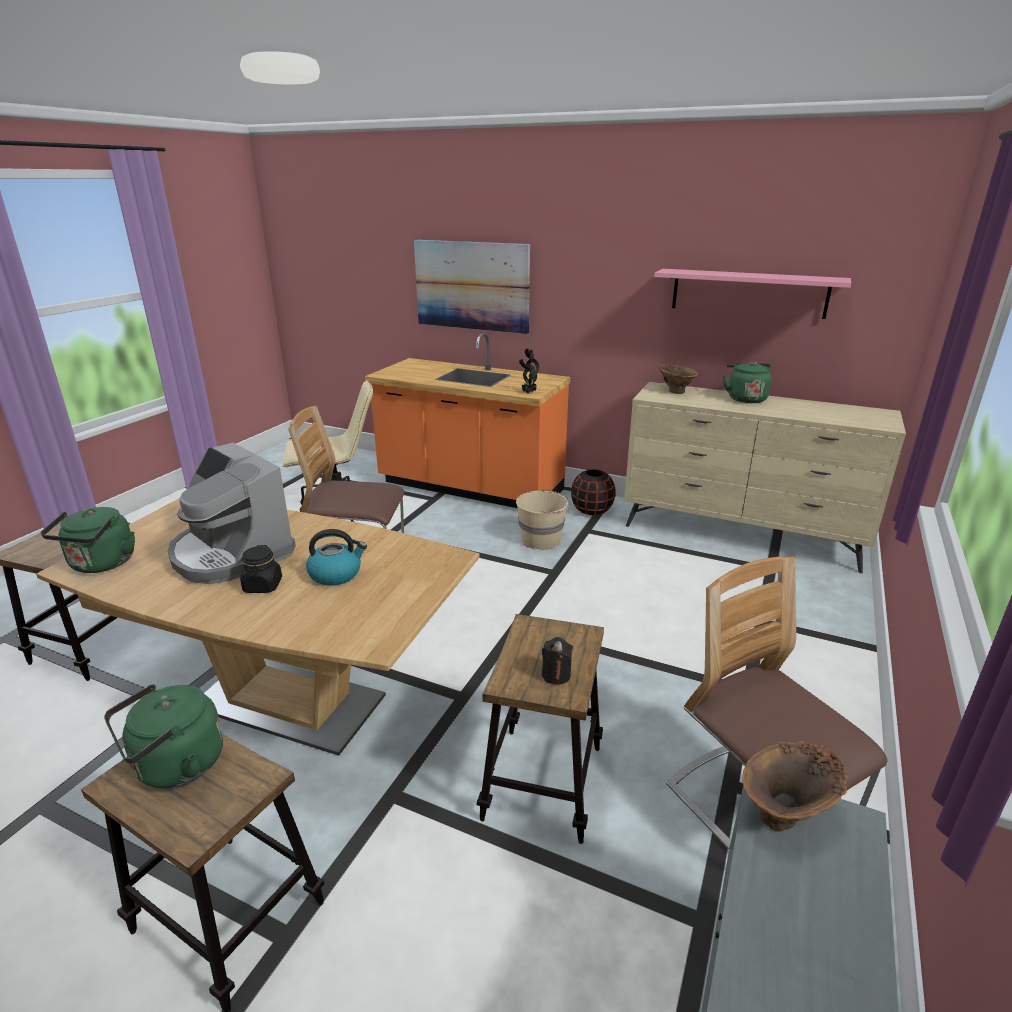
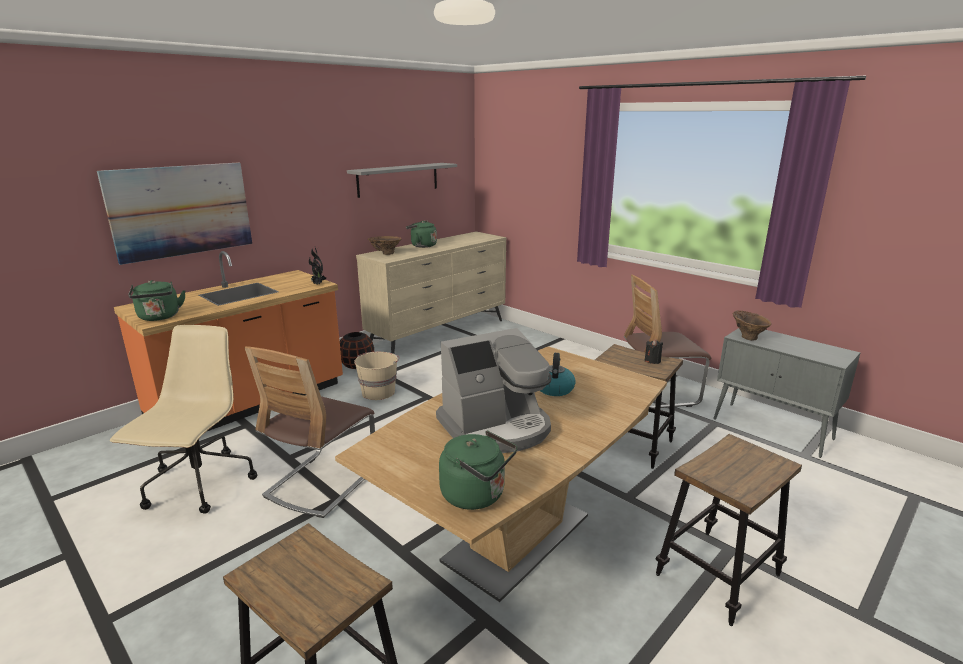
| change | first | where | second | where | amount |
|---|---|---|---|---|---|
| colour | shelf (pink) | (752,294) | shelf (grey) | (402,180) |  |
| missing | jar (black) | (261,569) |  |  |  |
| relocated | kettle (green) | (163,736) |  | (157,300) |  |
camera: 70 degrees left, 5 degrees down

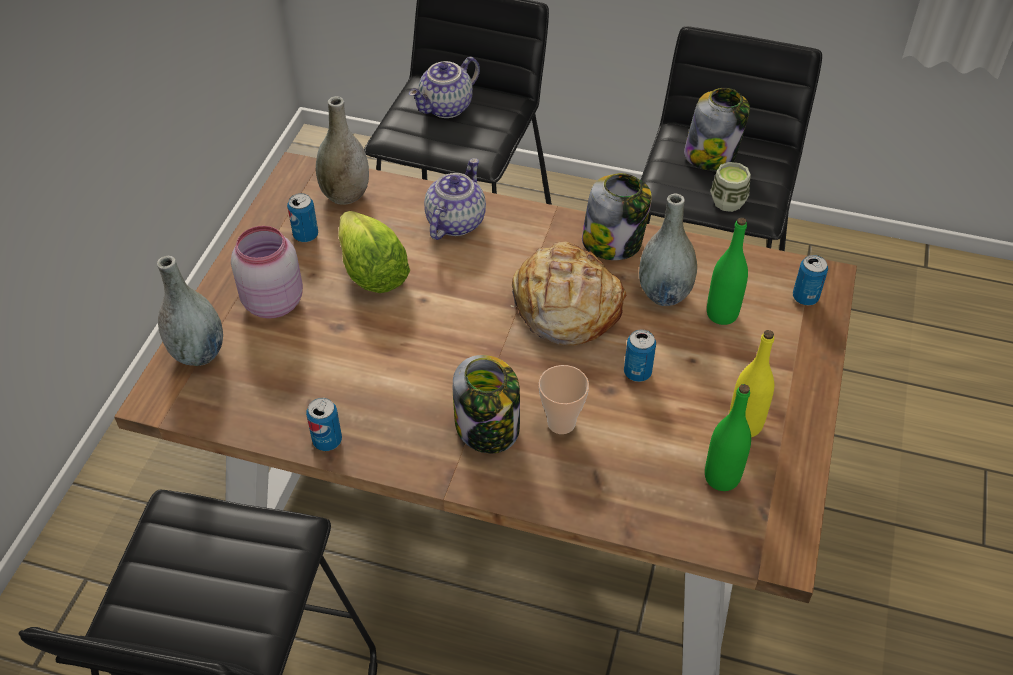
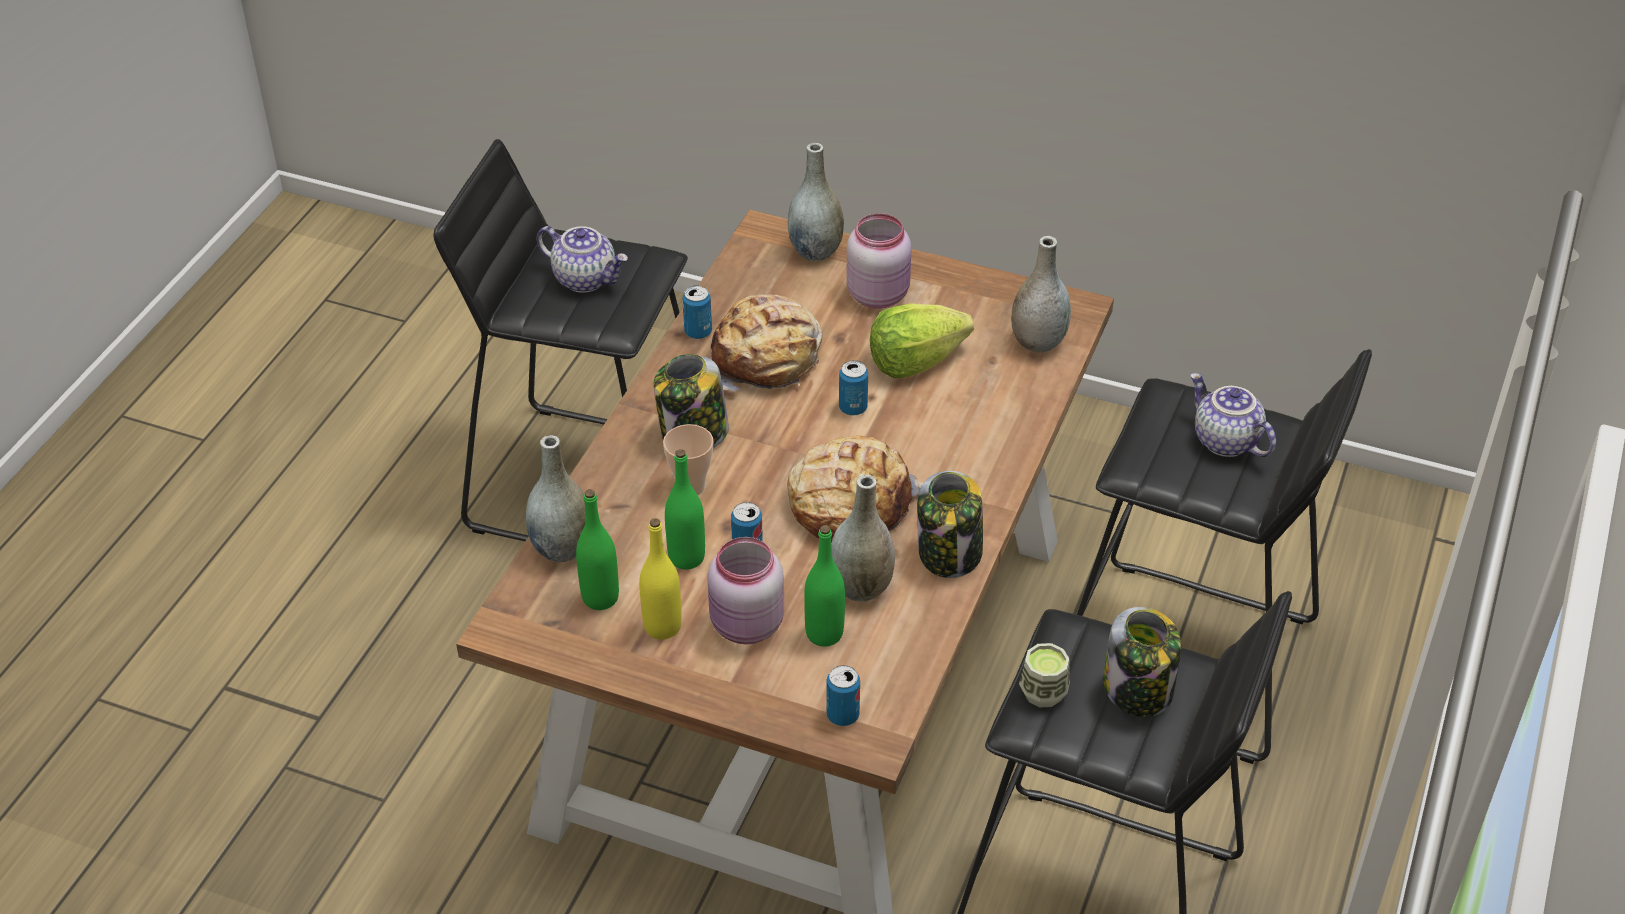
| change | first | where | second | where | amount |
|---|---|---|---|---|---|
| relocated | teapot | (455,199) |  | (582,259) |  |
| relocated | can | (302,217) |  | (853,387) |  |
| appeared |  |  | bread | (767,343) |  |
| appeared |  |  | vase (grey) | (556,499) |  |
| appeared |  |  | bottle (green) | (685,509) |  |
| appeared |  |  | jar (pink) | (745,590) |  |
camera: 95 degrees right, 5 degrees down

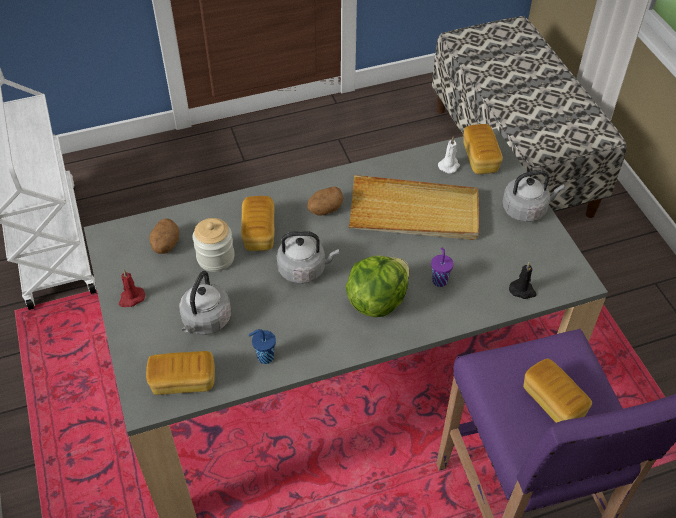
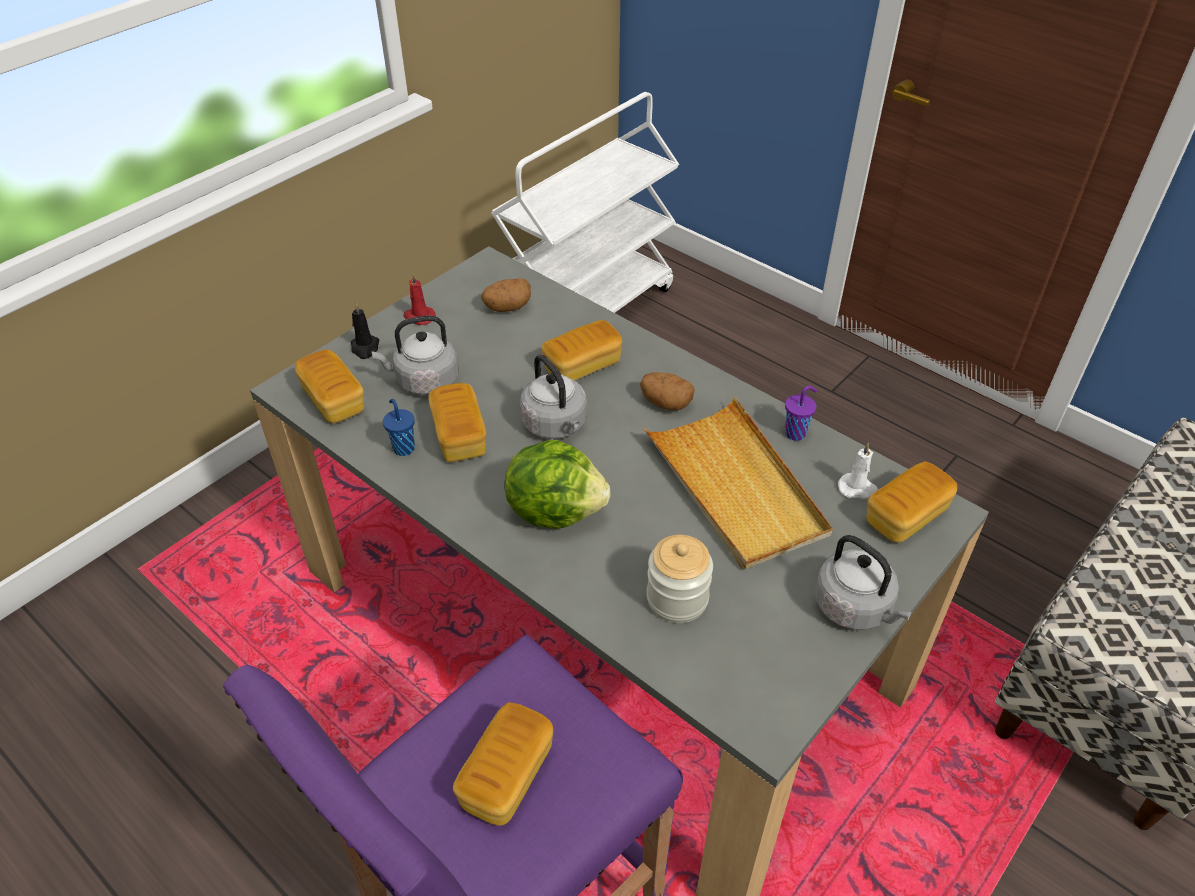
| change | first | where | second | where | amount |
|---|---|---|---|---|---|
| relocated | jar | (214,245) |  | (680,579) |  |
| relocated | cup (purple) | (442,267) |  | (801,413) |  |
| relocated | candle (black) | (522,280) |  | (365,331) |  |
| appeared |  |  | bread | (457,422) |  |
camera: 60 degrees right, 5 degrees down

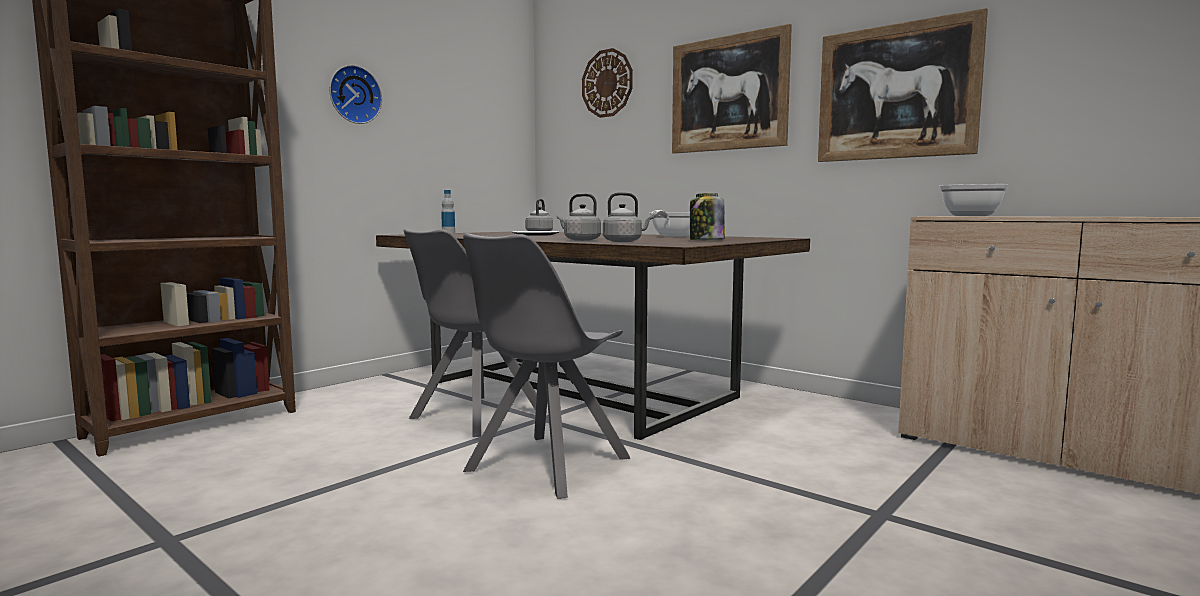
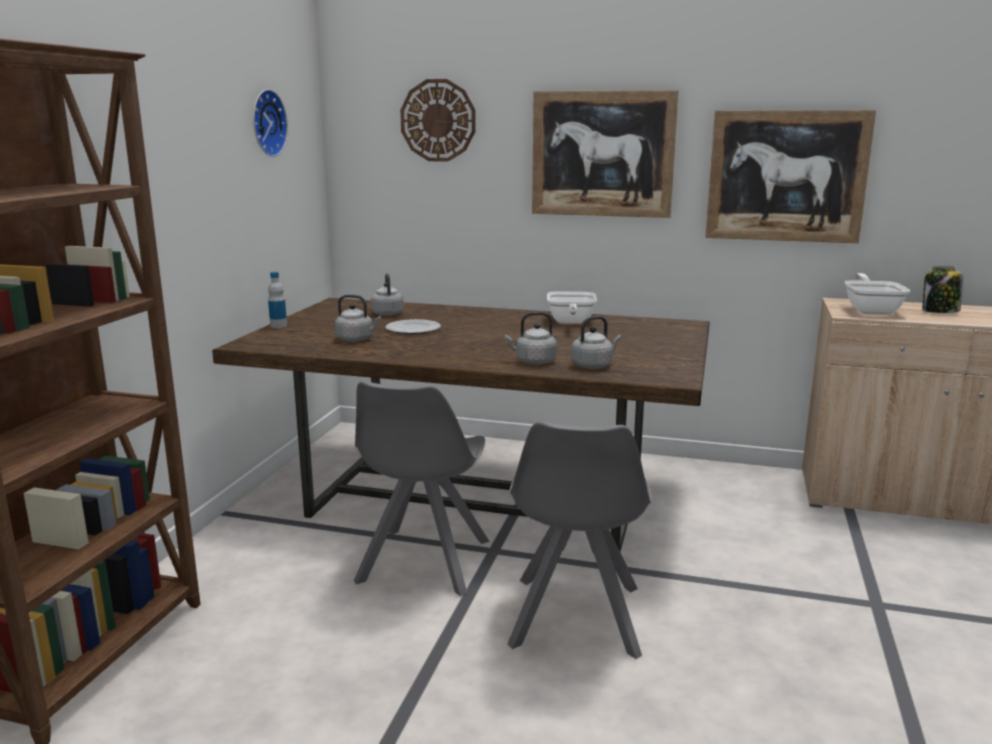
| change | first | where | second | where | amount |
|---|---|---|---|---|---|
| relocated | wall clock | (355,94) |  | (270,123) |  |
| relocated | jar | (707,216) |  | (942,289) |  |
| appeared |  |  | kettle (grey) | (358,318) |  |
camera: 25 degrees left, 10 degrees up

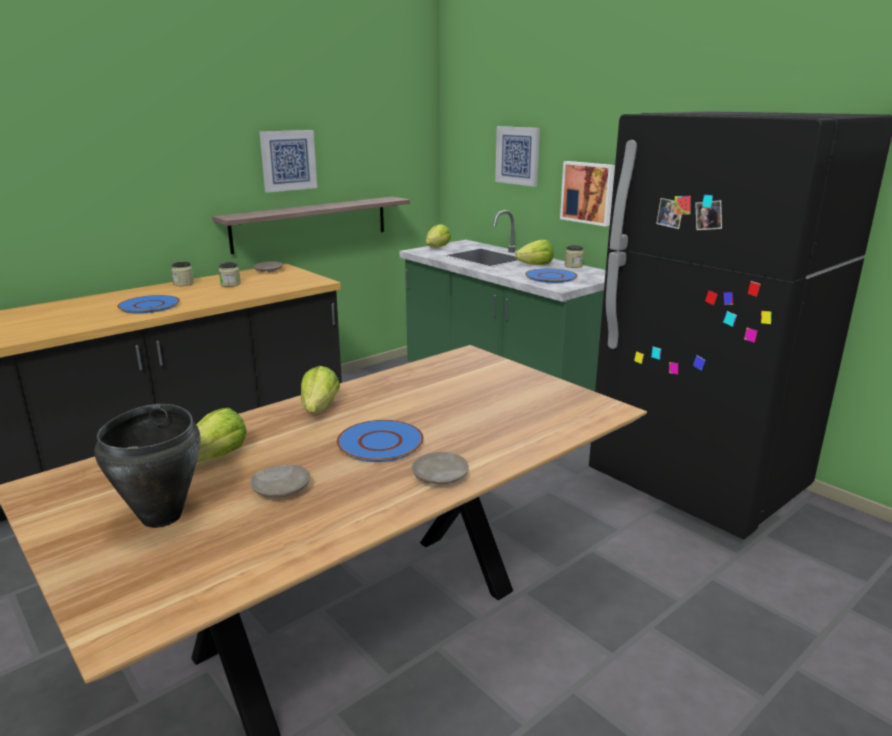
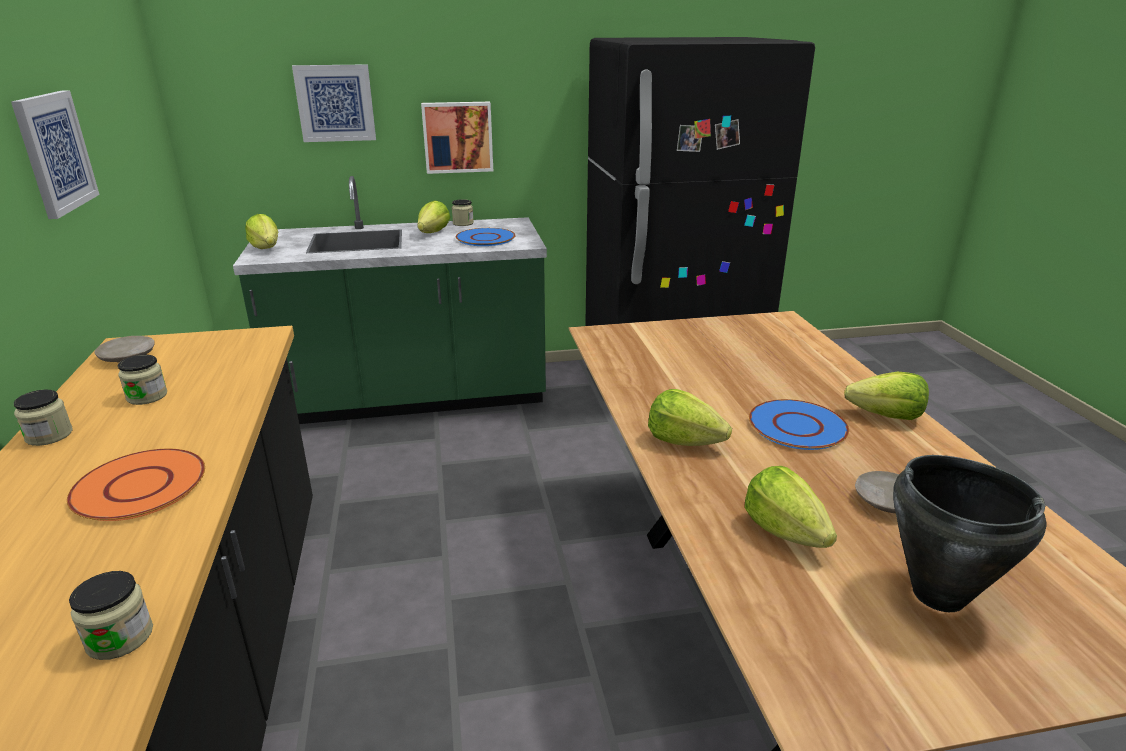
| change | first | where | second | where | amount |
|---|---|---|---|---|---|
| missing | shelf | (311,225) |  |  |  |
| colour | plate (blue) | (148,304) | plate (orange) | (136,485) |  |
| exchanged | plate (beige) | (440,468) | lettuce | (886,396) |  |
| appeared |  |  | jar | (111,615) |  |
camera: 60 degrees left, 5 degrees up

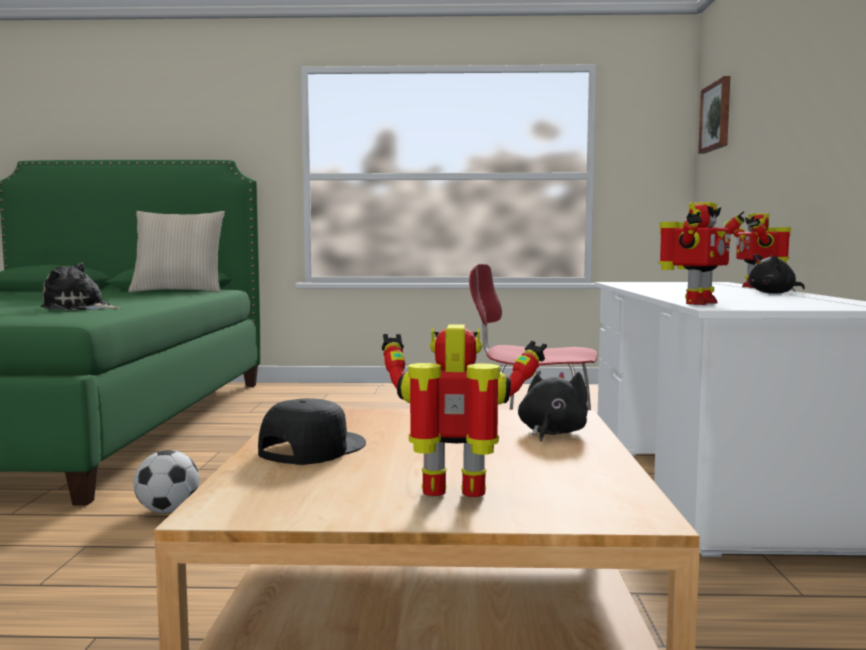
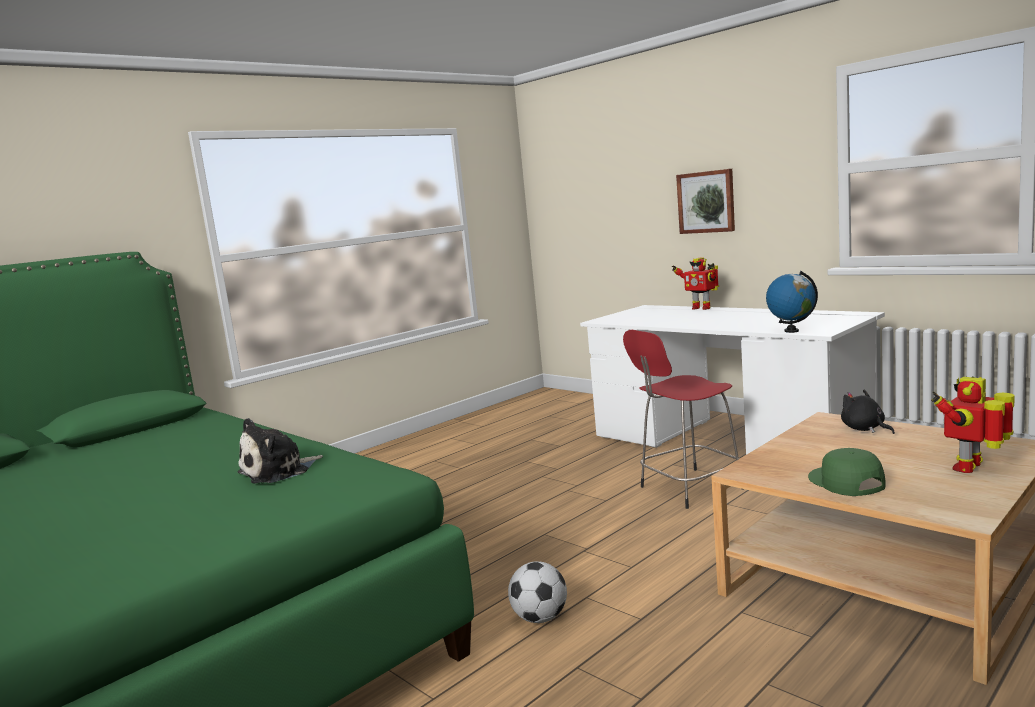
| change | first | where | second | where | amount |
|---|---|---|---|---|---|
| relocated | picture | (714,115) |  | (705,201) |  |
| exchanged | toy robot | (701,253) | globe | (792,302) |  |
| missing | pillow (beige) | (177,252) |  |  |  |
| missing | plush toy (black) | (776,274) |  |  |  |
| colour | cap (black) | (312,431) | cap (green) | (846,472) |  |
camera: 45 degrees left, 5 degrees up

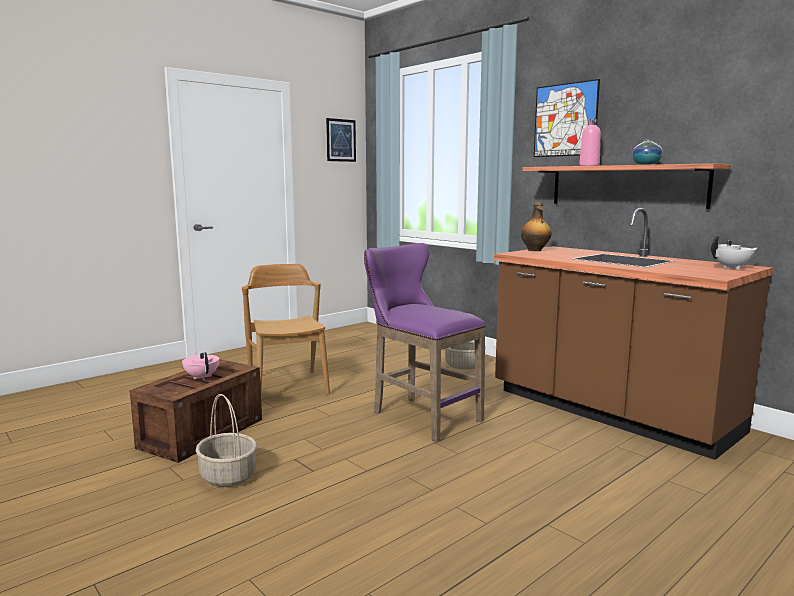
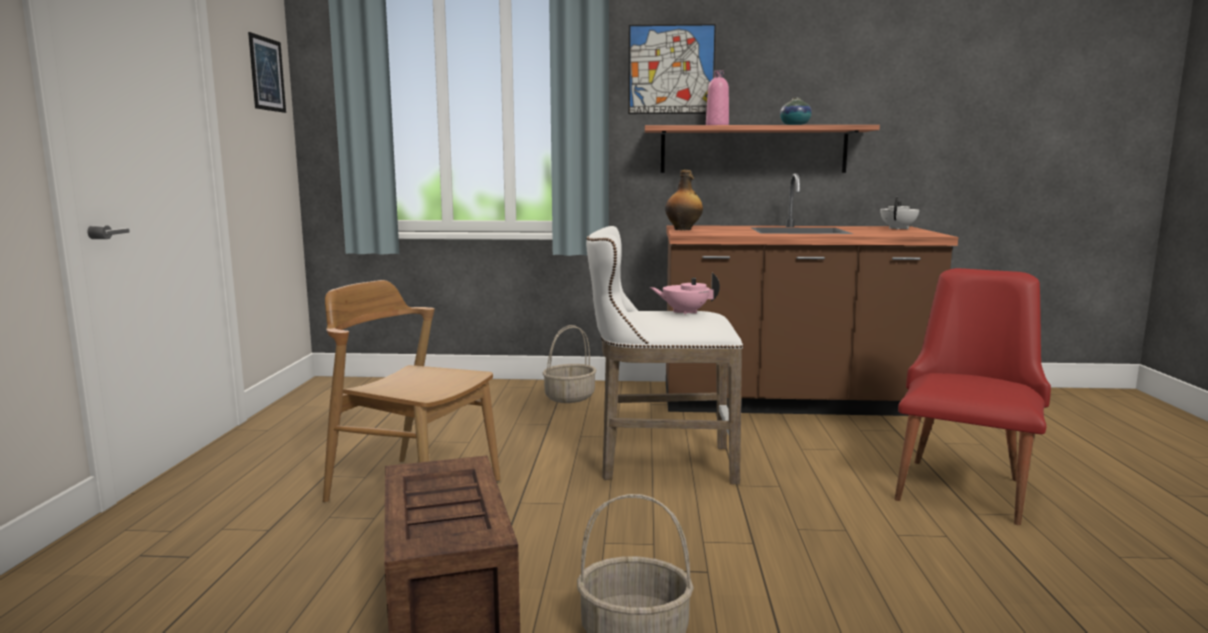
| change | first | where | second | where | amount |
|---|---|---|---|---|---|
| colour | stool (purple) | (425,342) | stool (white) | (664,355) |  |
| relocated | teapot (pink) | (200,366) |  | (685,294) |  |
| appeared |  |  | chair (red) | (972,396) |  |
camera: 45 degrees left, 0 degrees up

